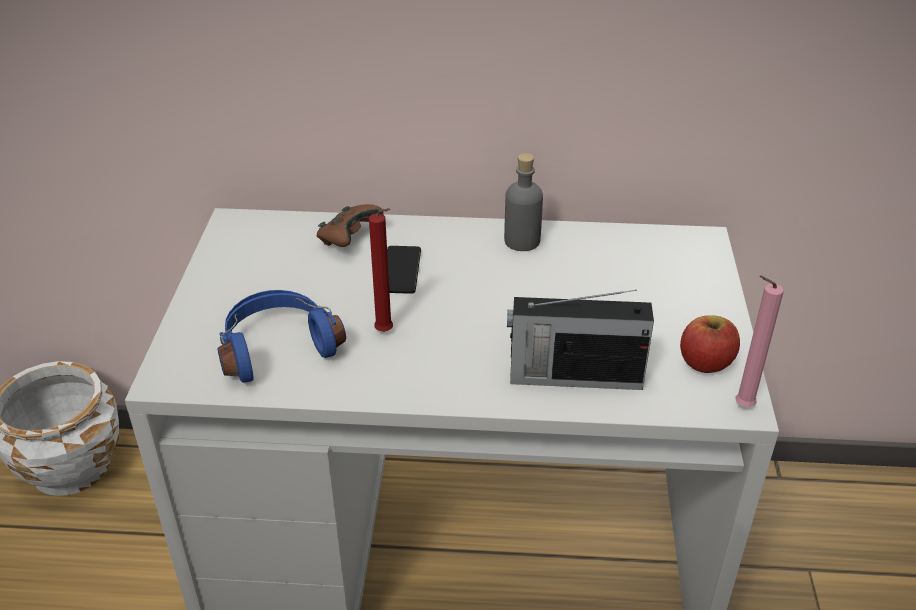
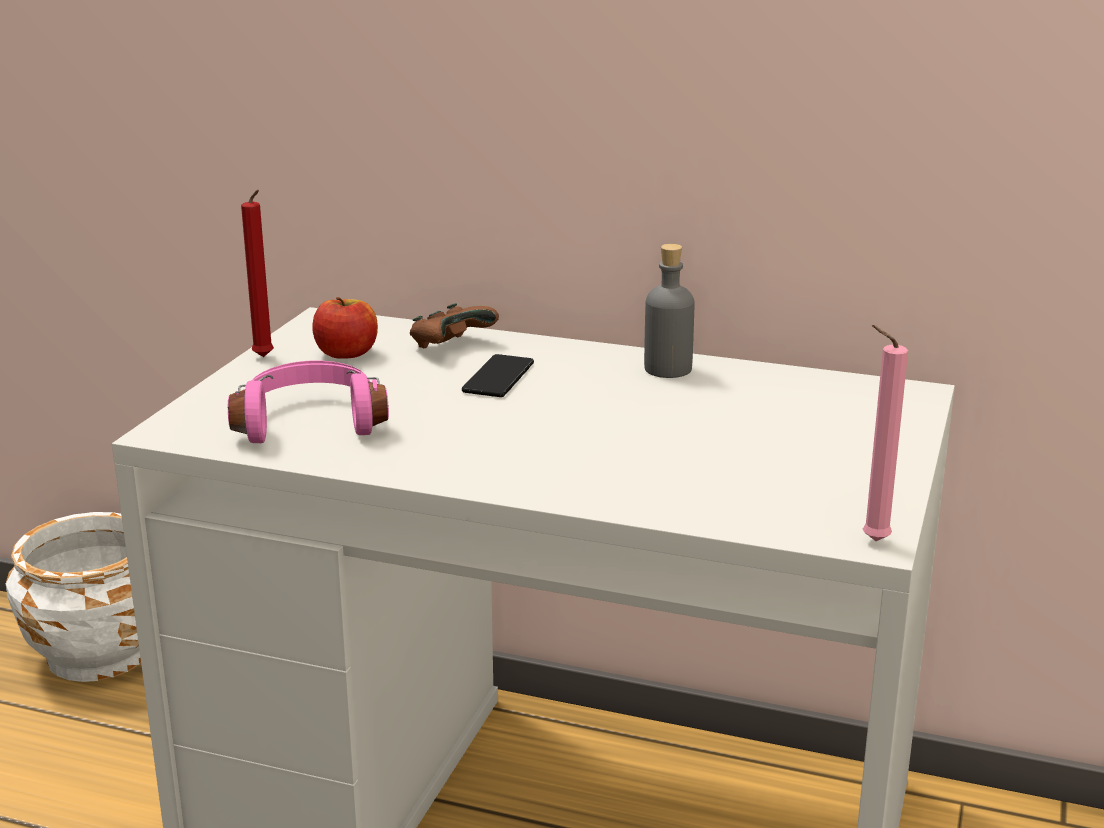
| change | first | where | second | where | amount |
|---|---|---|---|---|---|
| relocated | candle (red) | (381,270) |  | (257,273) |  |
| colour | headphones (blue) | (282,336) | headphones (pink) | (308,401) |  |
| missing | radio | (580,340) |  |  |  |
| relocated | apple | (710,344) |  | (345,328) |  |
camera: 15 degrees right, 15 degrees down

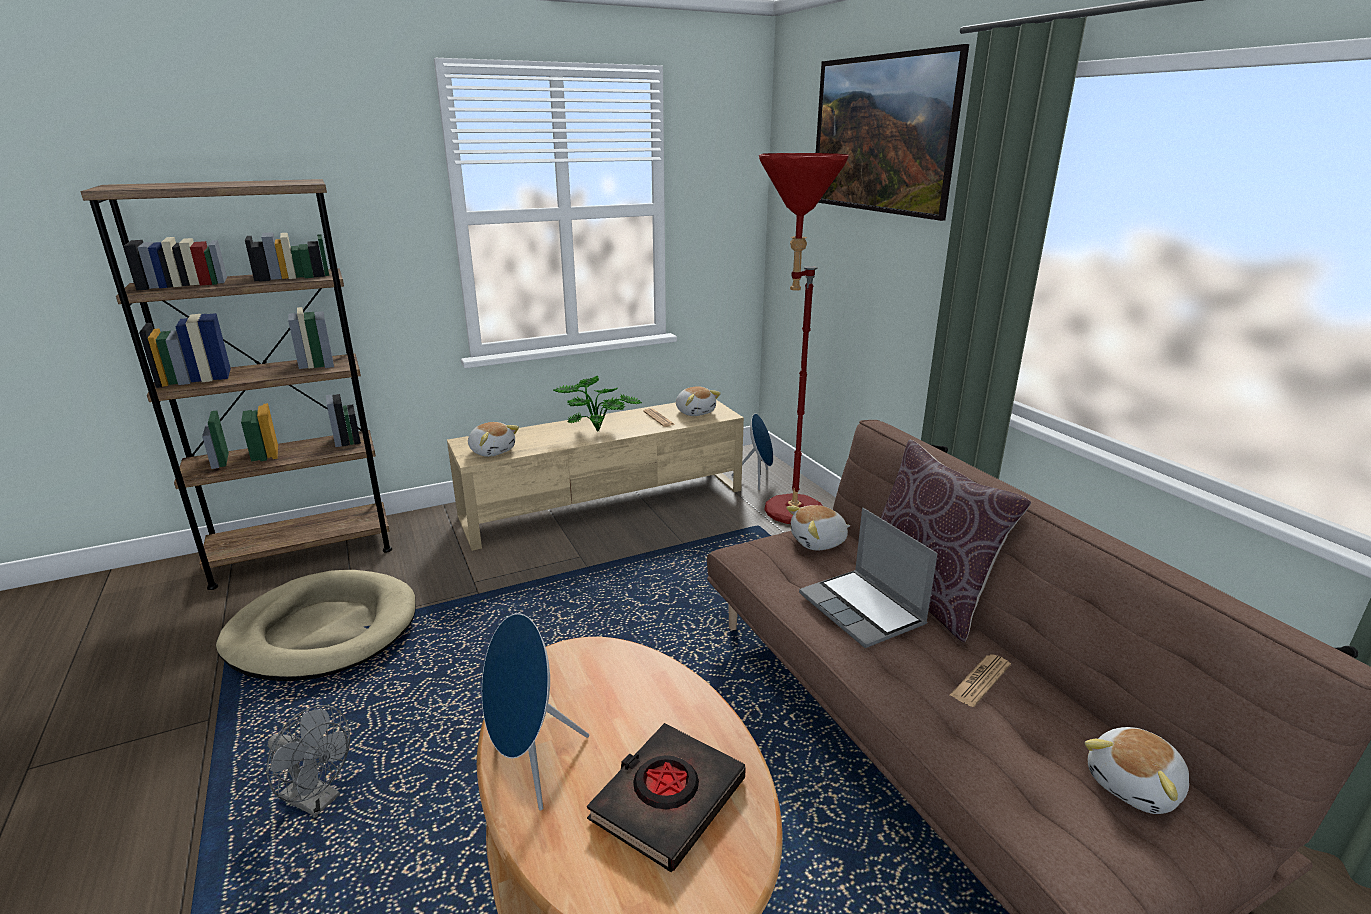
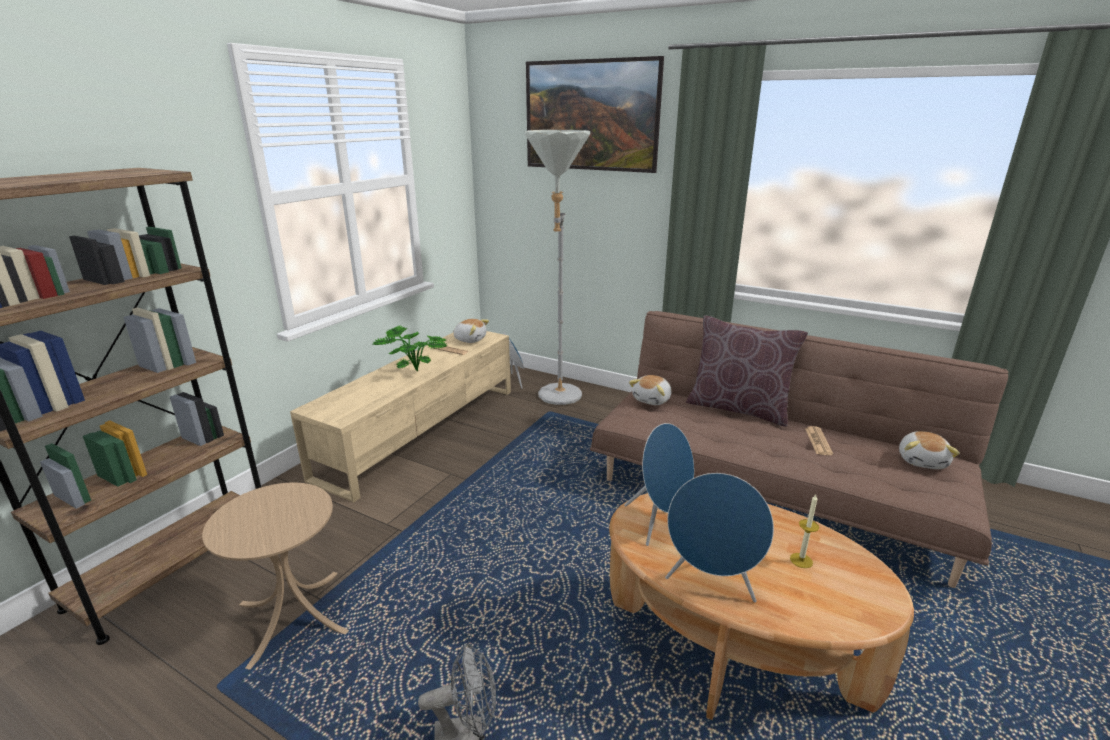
| change | first | where | second | where | amount |
|---|---|---|---|---|---|
| colour | floor lamp (red) | (804,338) | floor lamp (grey) | (557,267) |  |
| missing | plush toy | (493,439) |  |  |  |
| missing | laptop | (868,578) |  |  |  |
| exchanged | dog bed (beige) | (316,625) | side table (beige) | (275,576) |  |
| exchanged | book (black) | (666,797) | candle | (804,531) |  |
| appeared |  |  | speaker (blue) | (659,484) |  |
camera: 35 degrees left, 0 degrees up

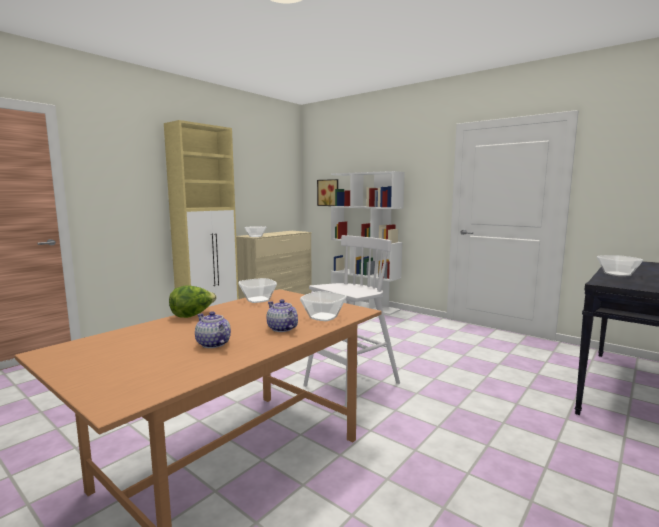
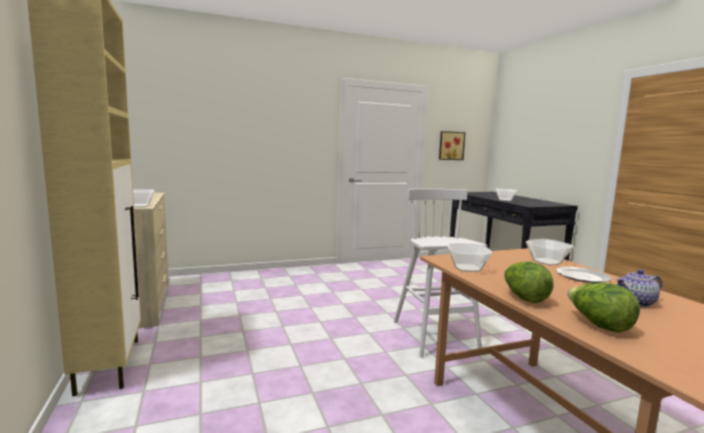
| change | first | where | second | where | amount |
|---|---|---|---|---|---|
| missing | bookcase (white) | (368,243) |  |  |  |
| relocated | picture | (327,192) |  | (452,145) |  |
| exchanged | teapot | (282,315) | plate | (583,275) |  |
| appeared |  |  | lettuce | (603,308) |  |
camera: 60 degrees left, 0 degrees up

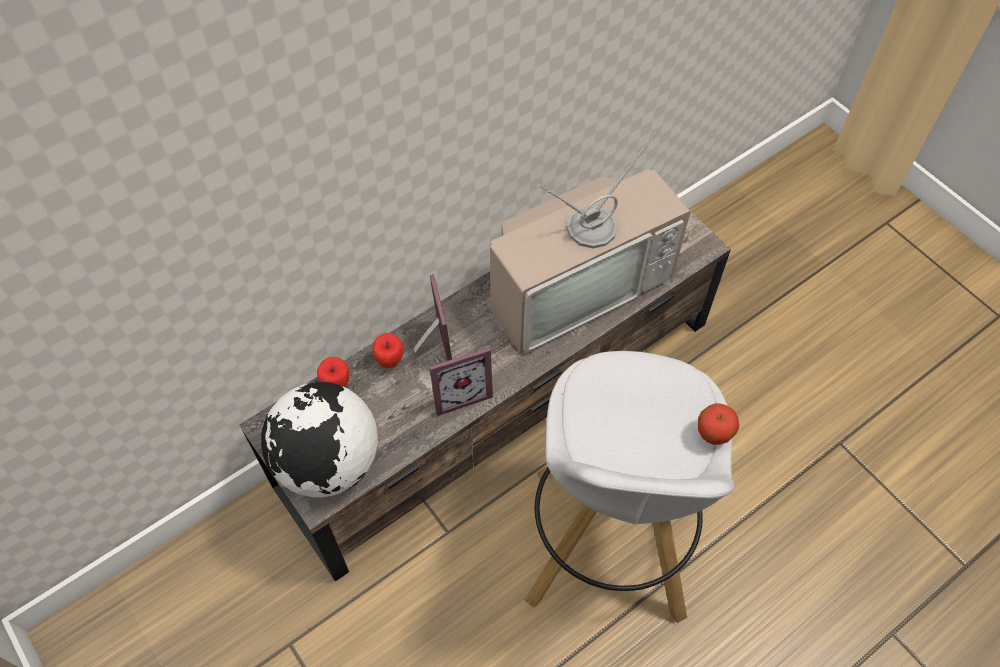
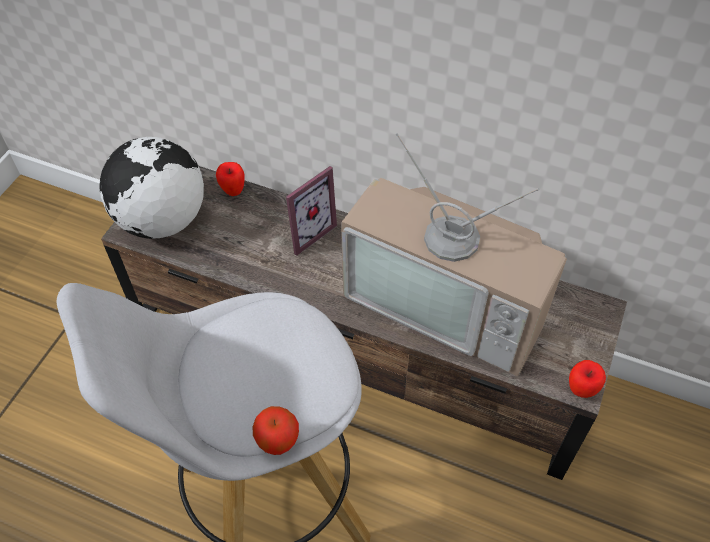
| change | first | where | second | where | amount |
|---|---|---|---|---|---|
| relocated | apple | (388,350) |  | (587,379) |  |
| missing | picture frame | (461,381) |  |  |  |
camera: 60 degrees right, 5 degrees down

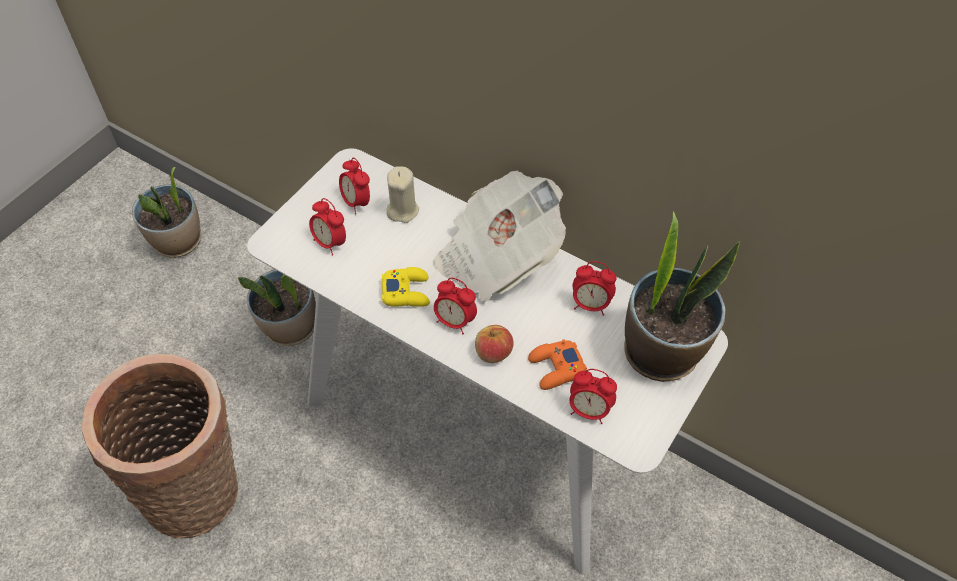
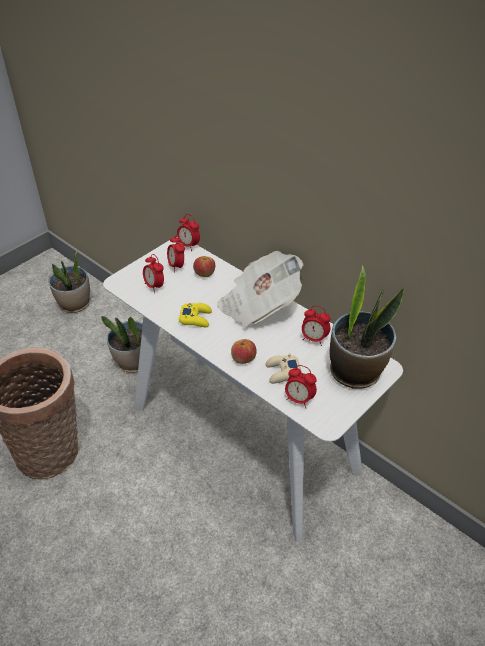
| change | first | where | second | where | amount |
|---|---|---|---|---|---|
| exchanged | candle (beige) | (402,194) | apple | (204,266) |  |
| relocated | alarm clock | (455,306) |  | (188,232) |  |
| colour | game controller (orange) | (557,365) | game controller (beige) | (283,368) |  |
camera: 10 degrees right, 10 degrees down

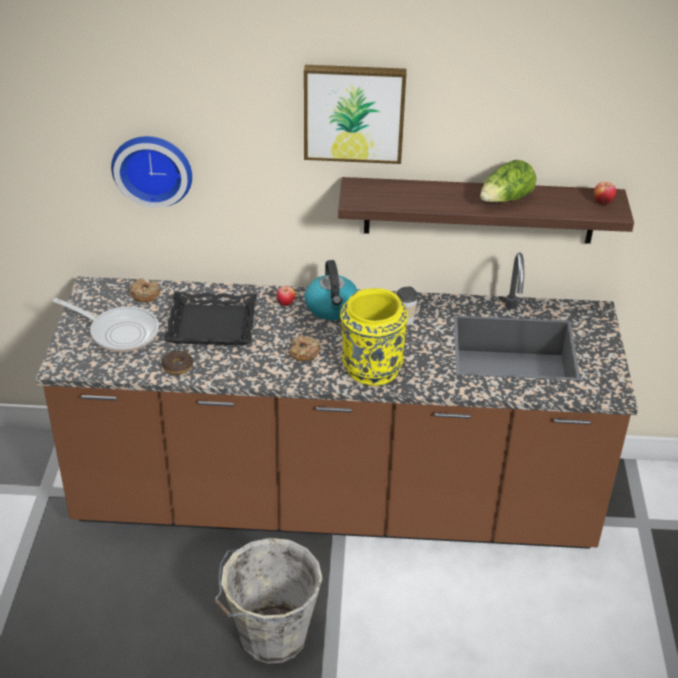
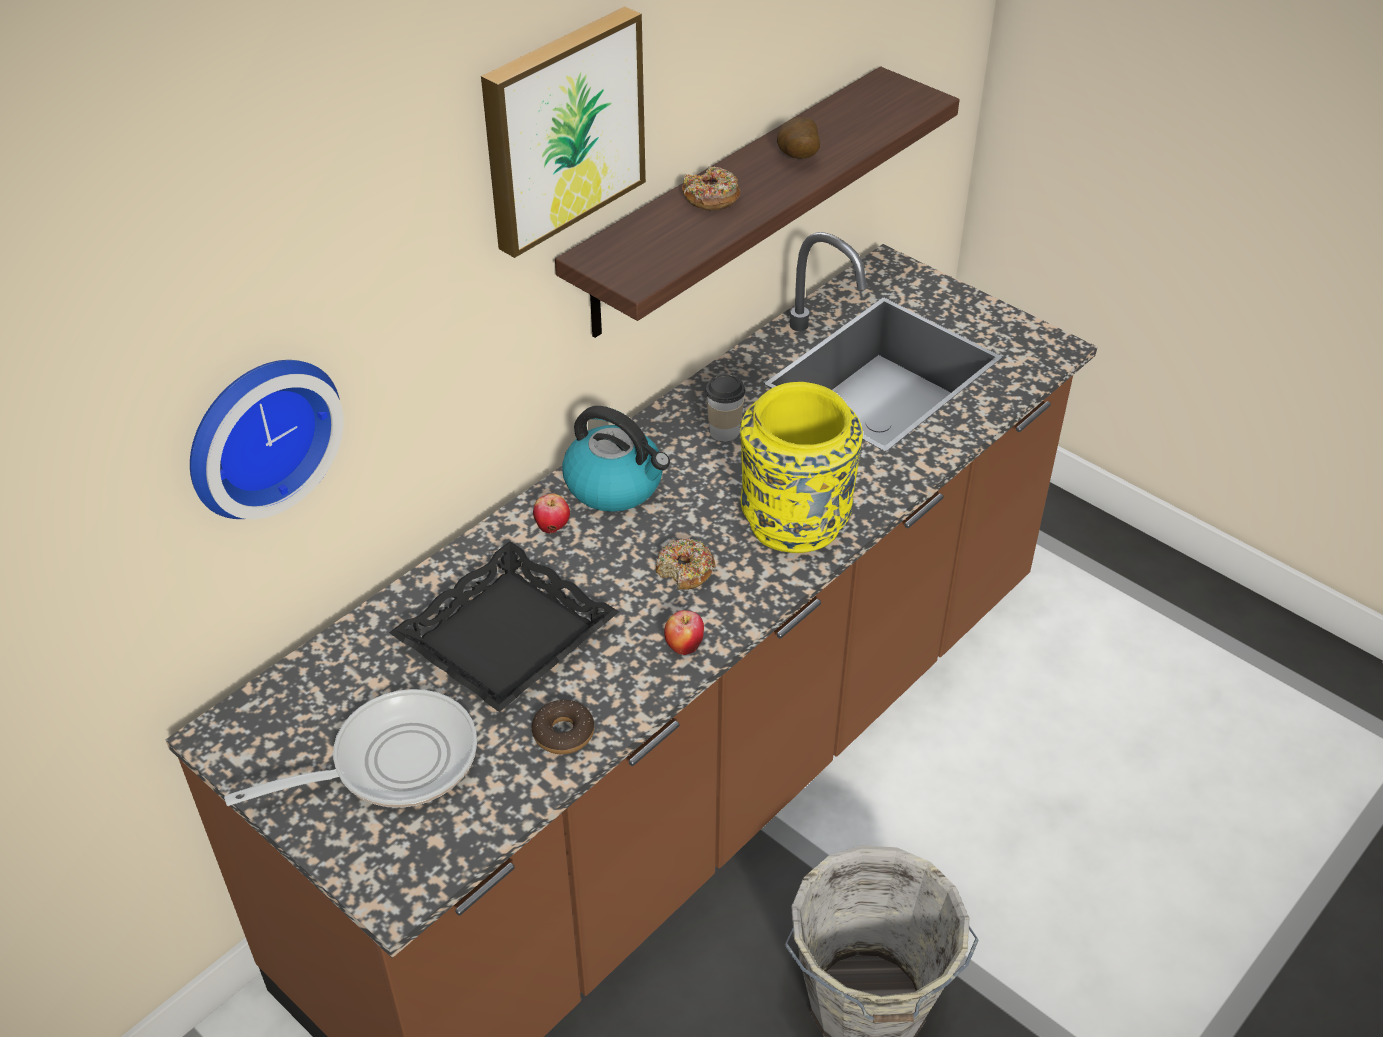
| change | first | where | second | where | amount |
|---|---|---|---|---|---|
| exchanged | lettuce | (508,181) | potato | (798,138) |  |
| relocated | apple | (605,193) |  | (684,632) |  |
| relocated | donut | (145,290) |  | (711,188) |  |
camera: 50 degrees left, 5 degrees up

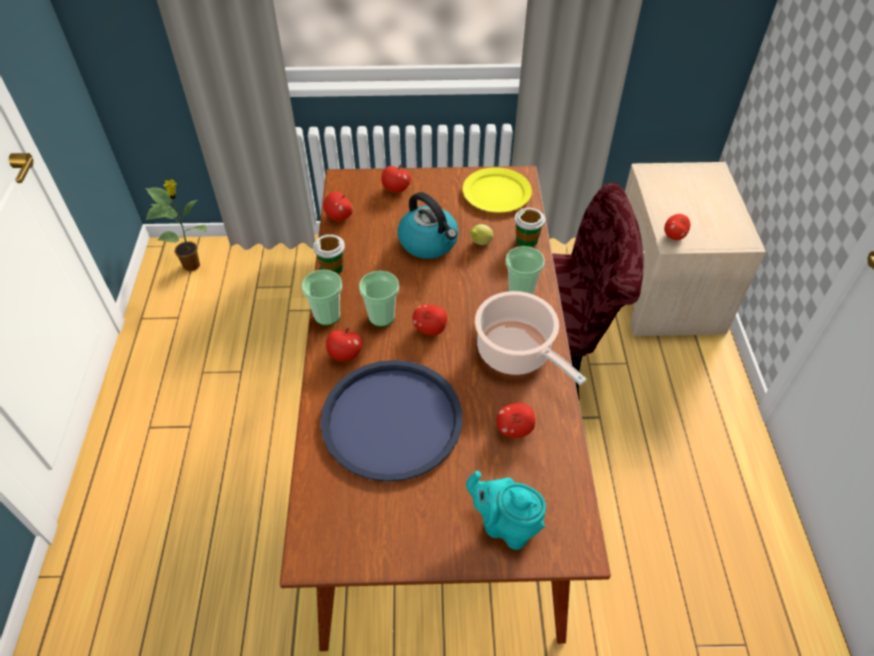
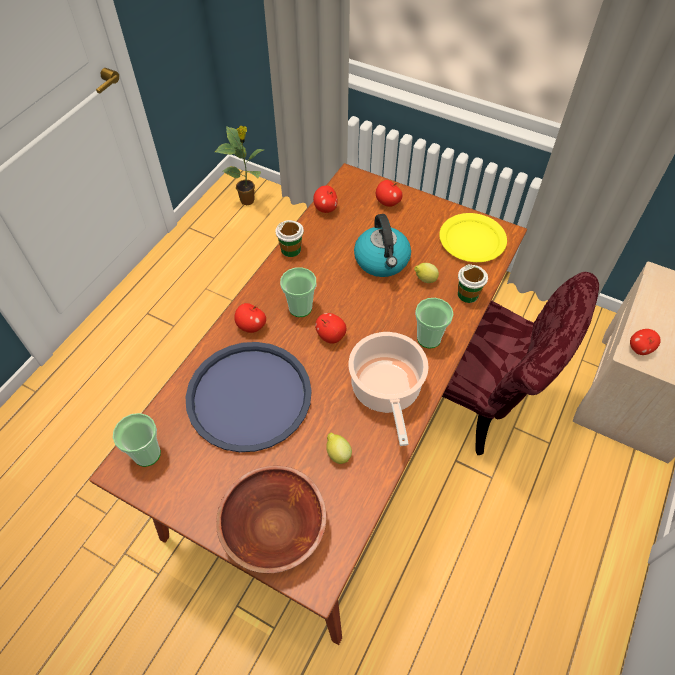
| change | first | where | second | where | amount |
|---|---|---|---|---|---|
| relocated | cup | (322,298) |  | (137,440) |  |
| exchanged | apple | (515,420) | lemon | (339,448) |  |
| exchanged | teapot (turquoise) | (506,510) | bowl (brown) | (271,519) |  |
camera: 30 degrees right, 5 degrees up

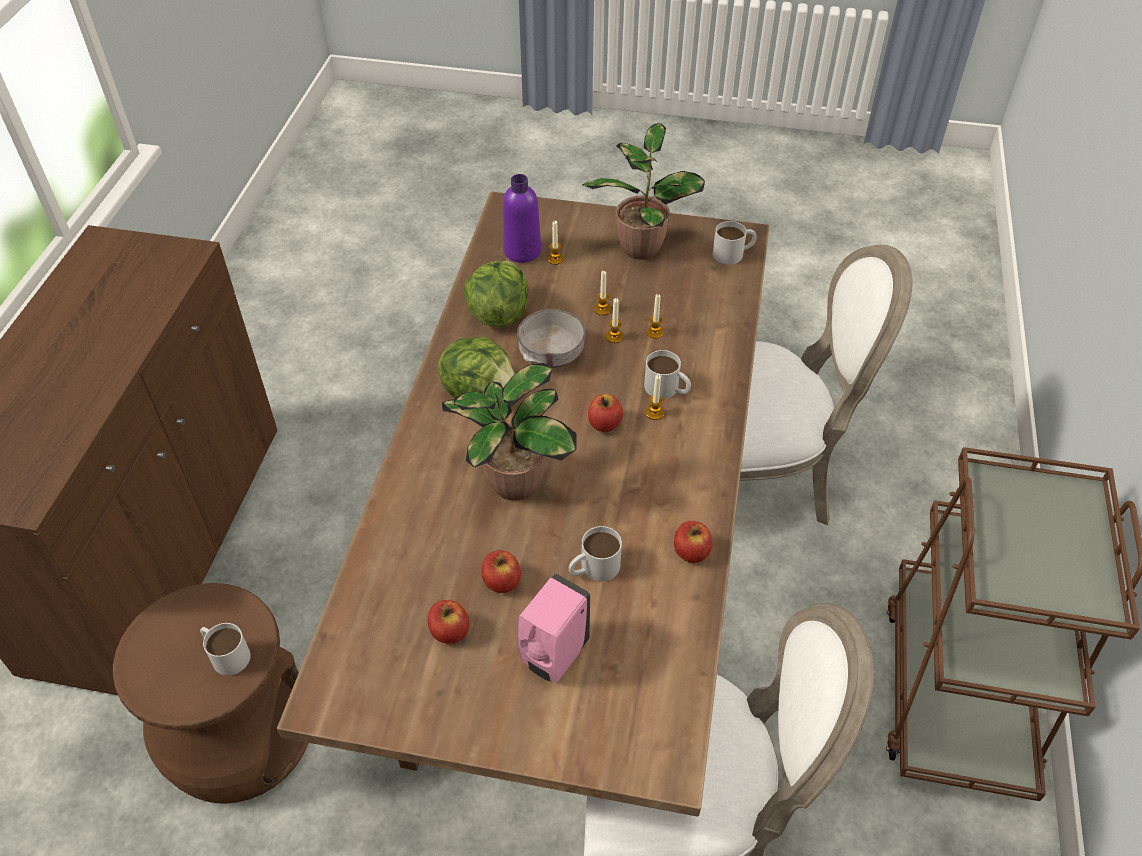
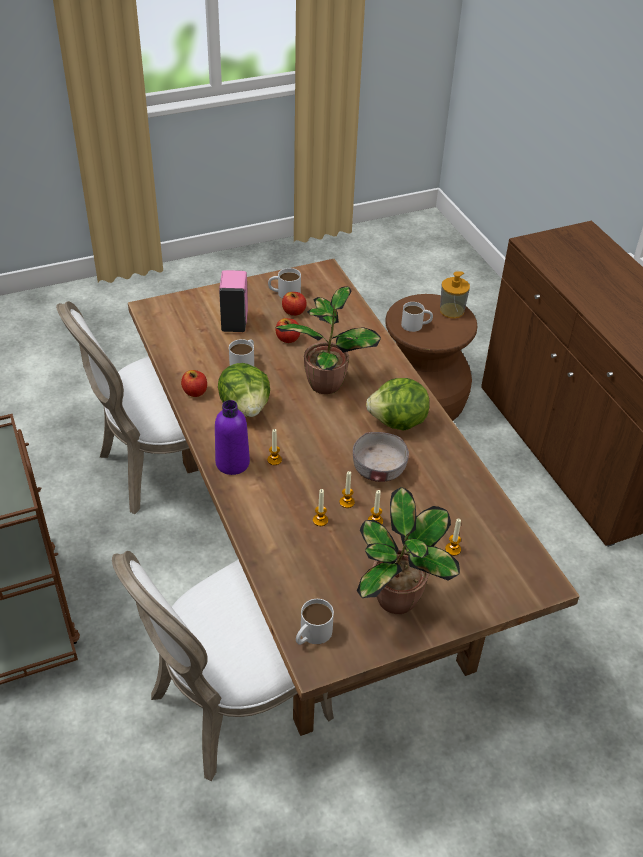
| change | first | where | second | where | amount |
|---|---|---|---|---|---|
| relocated | bottle (purple) | (522,218) |  | (232,437) |  |
| relocated | lettuce | (496,294) |  | (244,390) |  |
| relocated | mug (white) | (667,374) |  | (284,283) |  |
| missing | apple | (605,413) |  |  |  |
| appeared |  |  | soap dispenser | (455,294) |  |
camera: 145 degrees right, 5 degrees down

